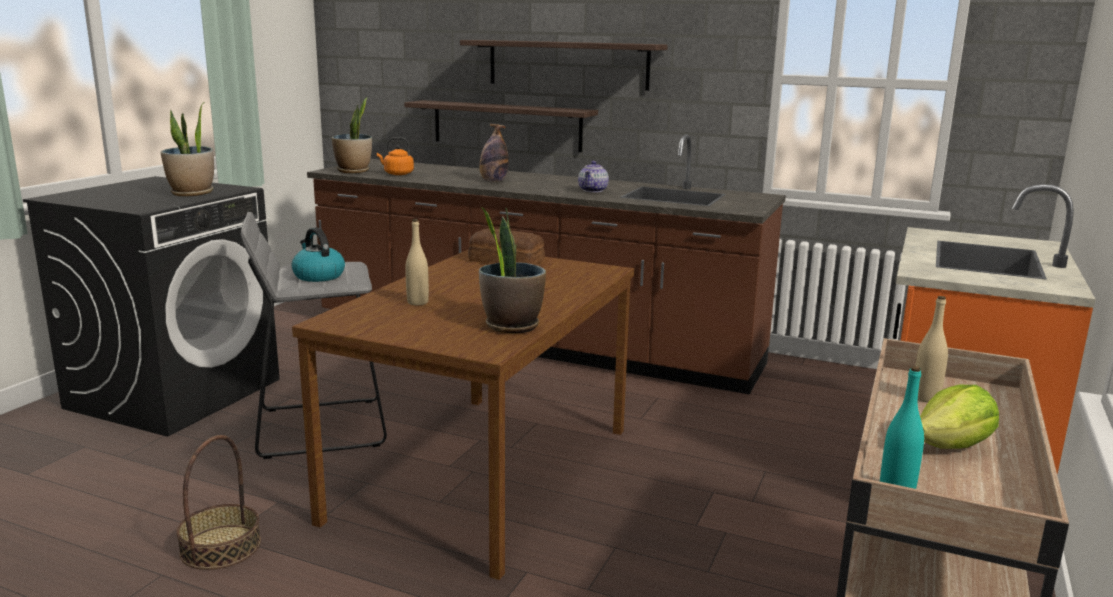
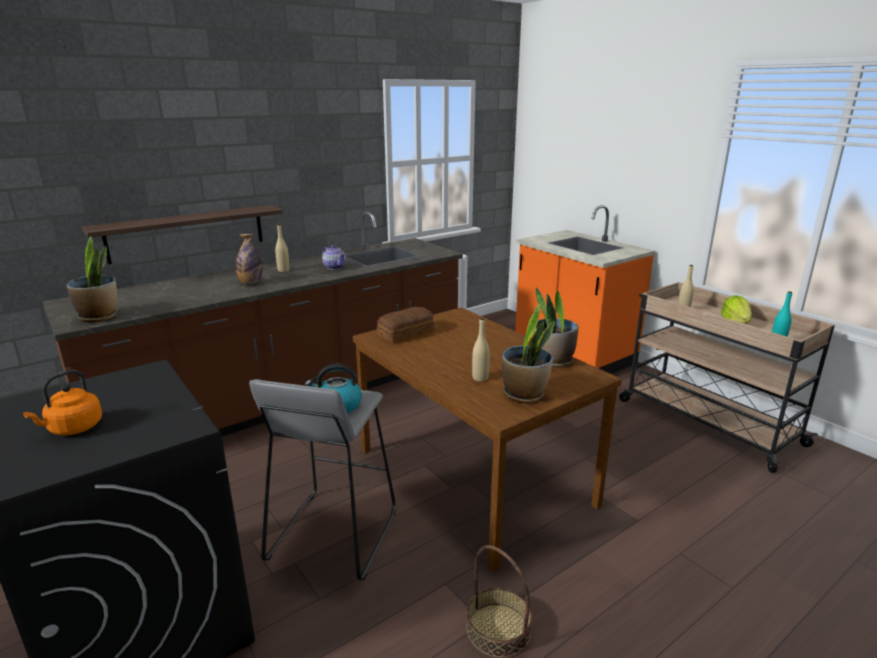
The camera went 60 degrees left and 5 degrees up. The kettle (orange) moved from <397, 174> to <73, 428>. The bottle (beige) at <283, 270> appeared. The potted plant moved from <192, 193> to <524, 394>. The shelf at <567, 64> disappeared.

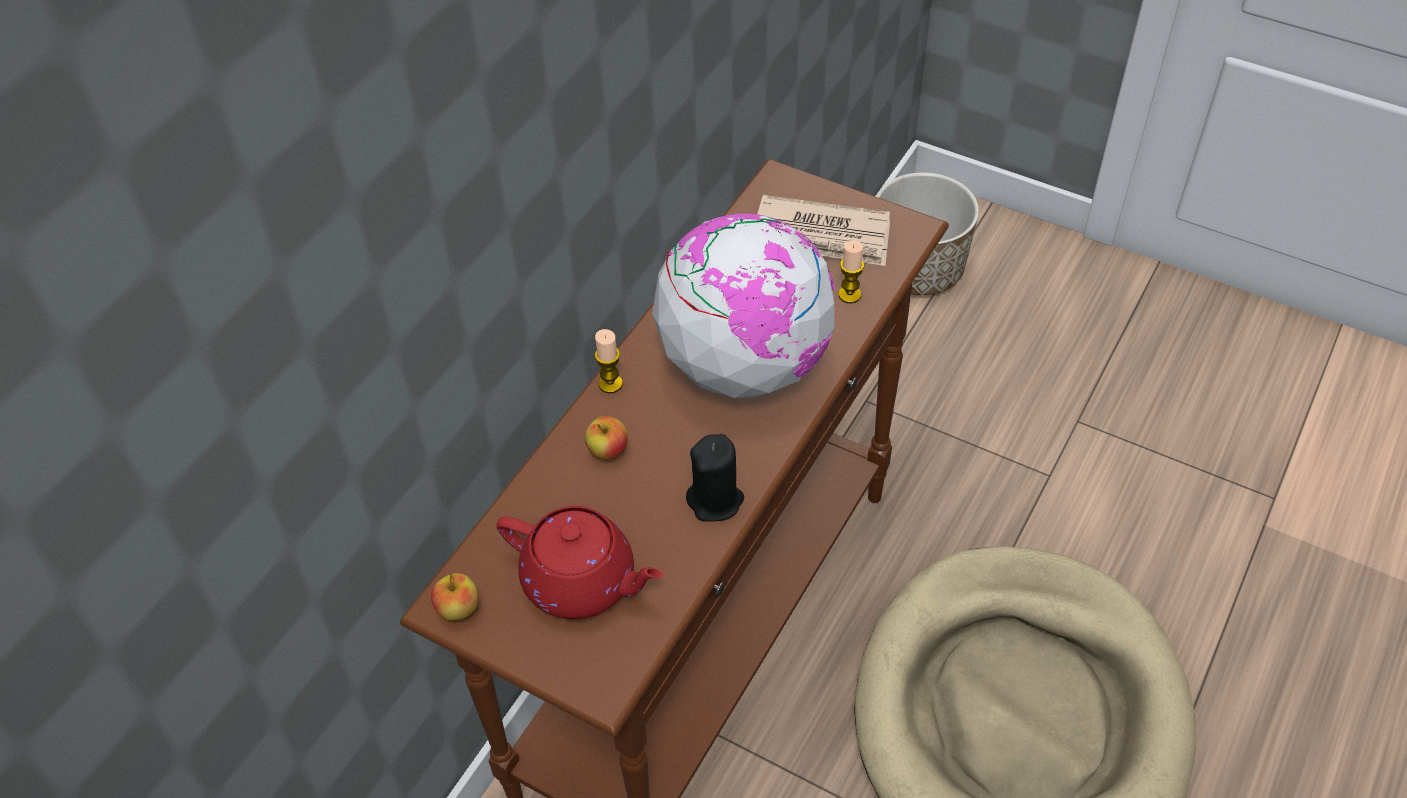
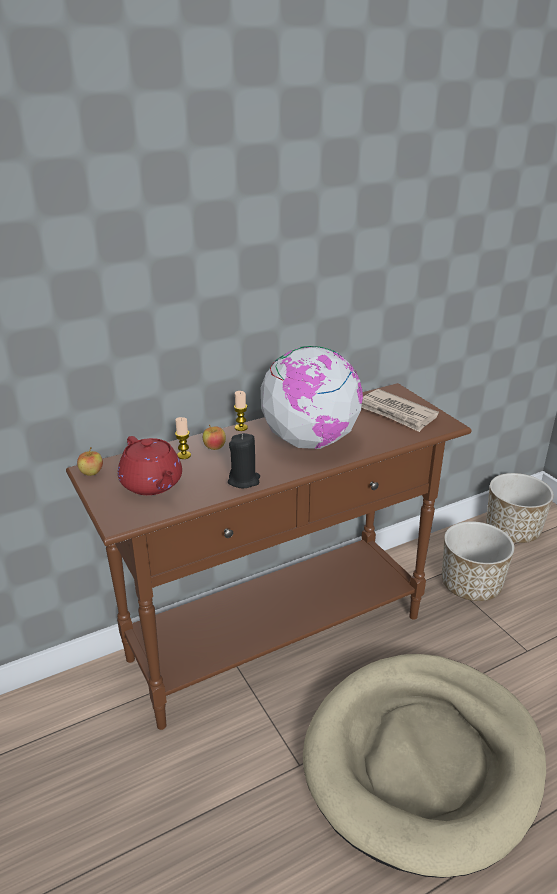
The camera went 30 degrees right and 20 degrees down. The candle moved from <849, 295> to <184, 455>. The planter at <471, 585> appeared.

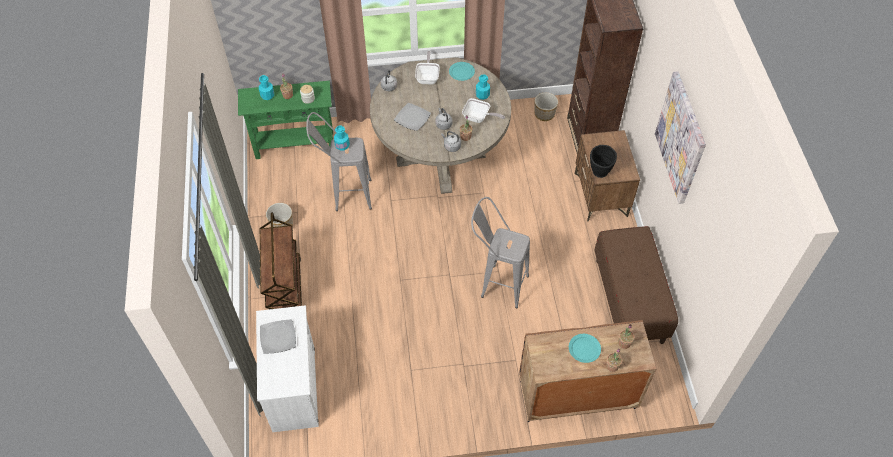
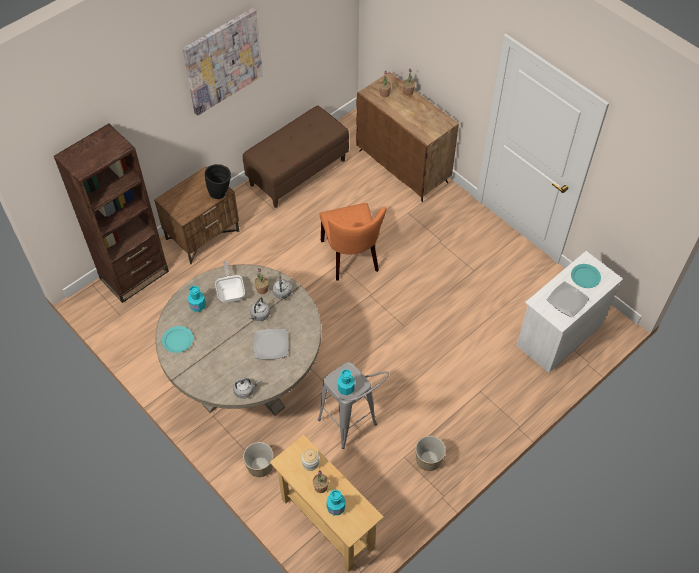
The camera went 125 degrees left and 0 degrees up. The planter moved from <544, 114> to <259, 465>. The console table (green) at <294, 145> became the console table (beige) at <327, 523>. The stool (grey) at <497, 284> was replaced by the chair (orange) at <351, 258>. The plate (turquoise) moved from <584, 349> to <585, 277>. The cart (brown) at <285, 290> disappeared. The frying pan at <428, 77> disappeared.

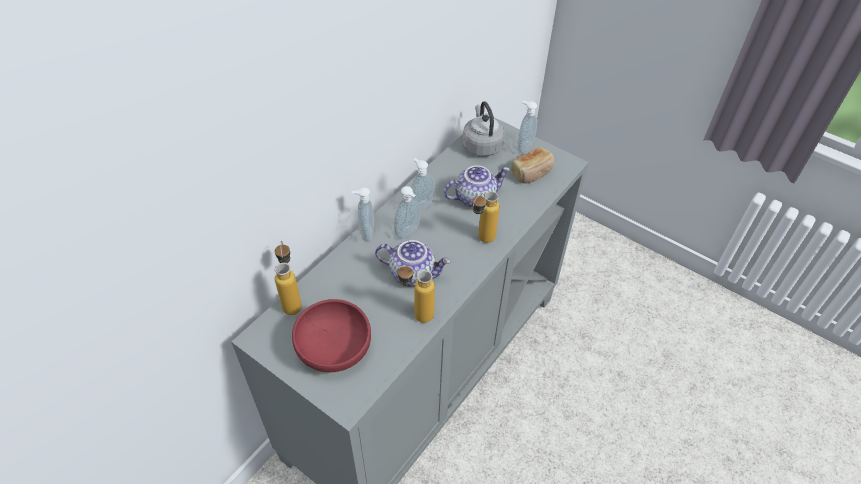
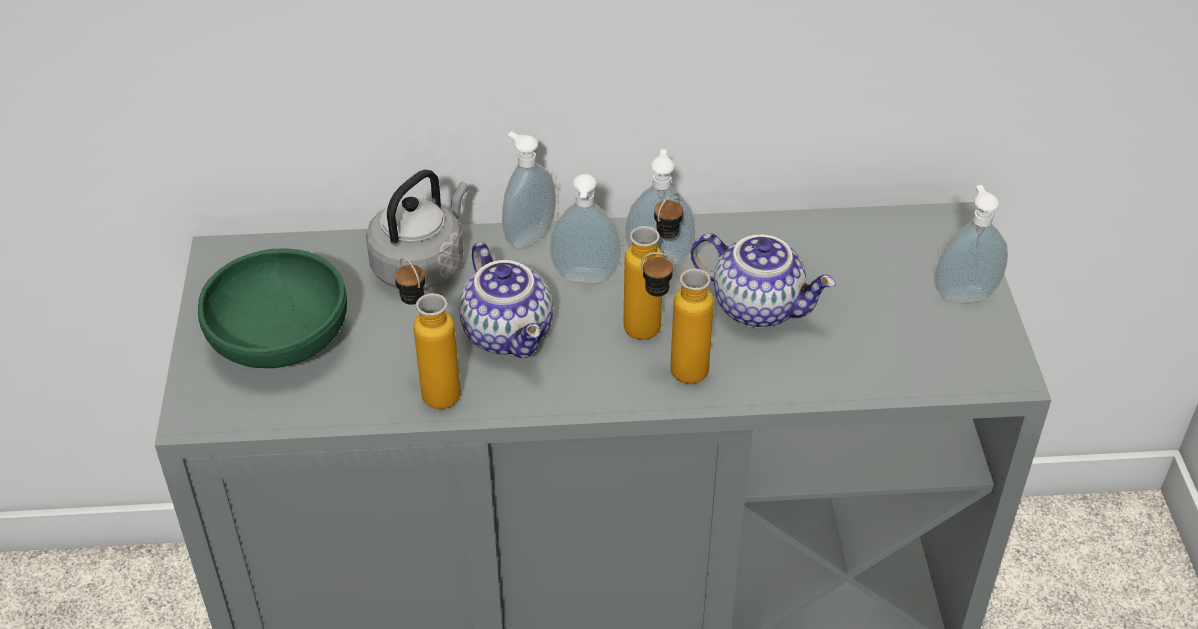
The camera went 50 degrees right and 5 degrees down. The bowl (red) at <334, 348> became the bowl (green) at <280, 339>. The kettle (grey) moved from <481, 145> to <421, 265>. The bottle moved from <292, 301> to <652, 320>. The bread at <532, 172> disappeared.

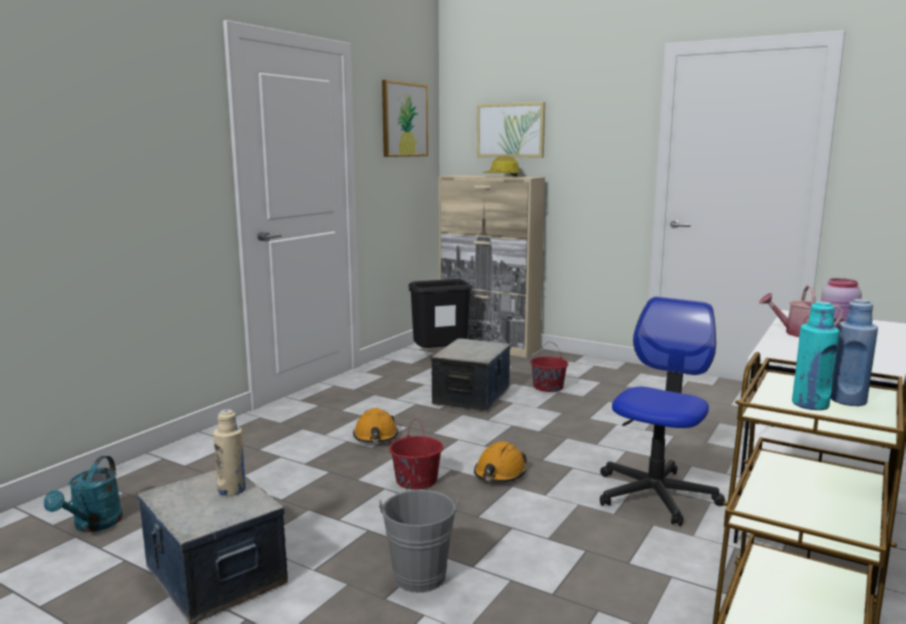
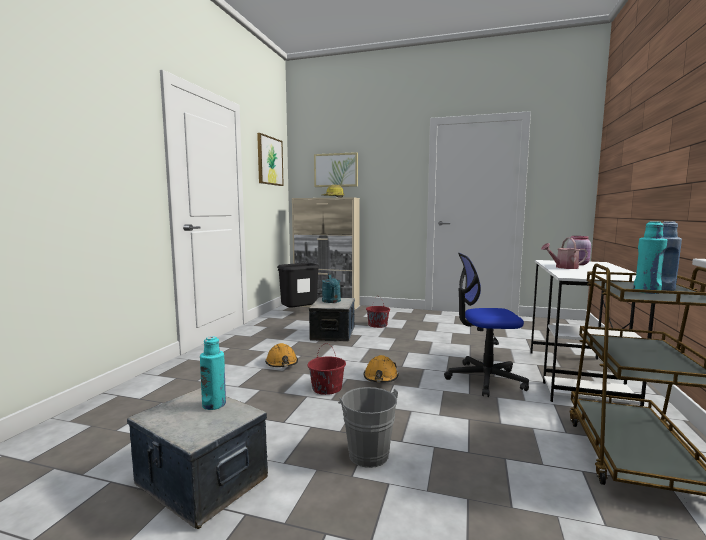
The camera went 15 degrees left and 5 degrees down. The bottle (beige) at <231, 490> became the bottle (turquoise) at <214, 405>. The watering can (turquoise) moved from <93, 525> to <332, 301>. The office chair at <655, 495> turned 105 degrees counterclockwise.

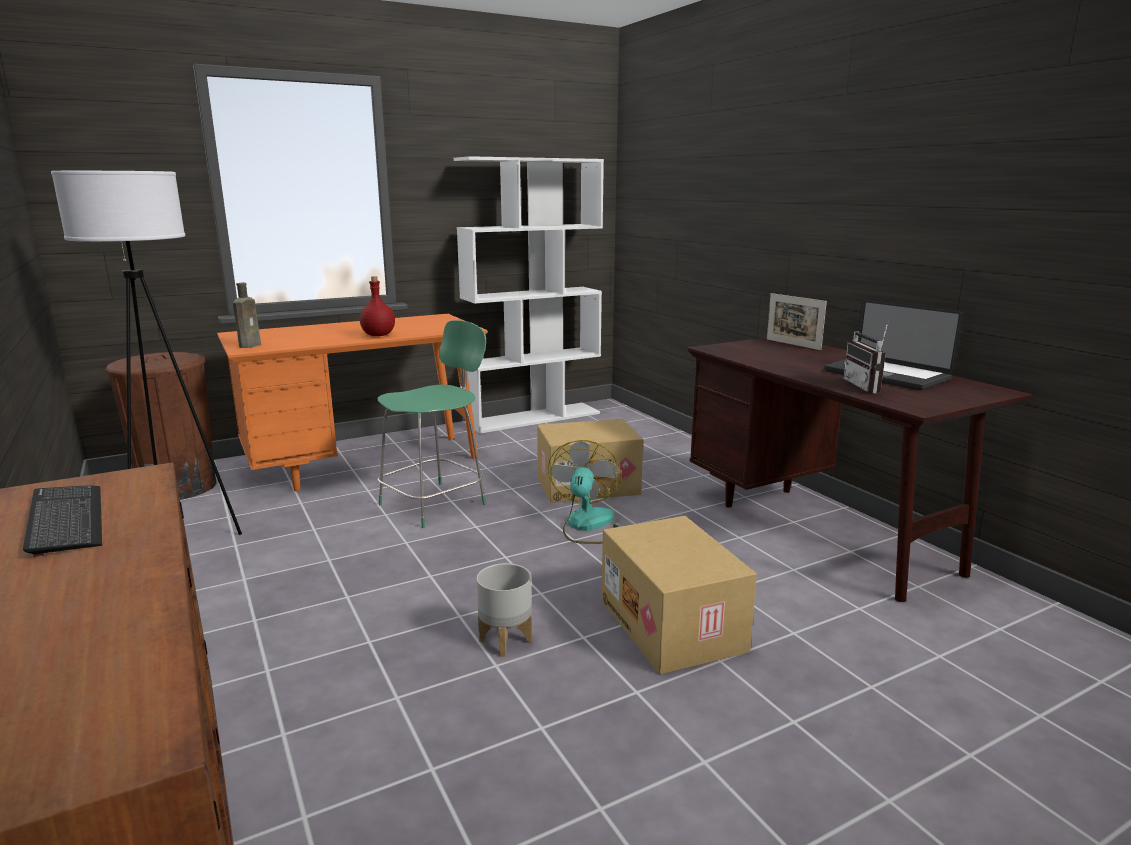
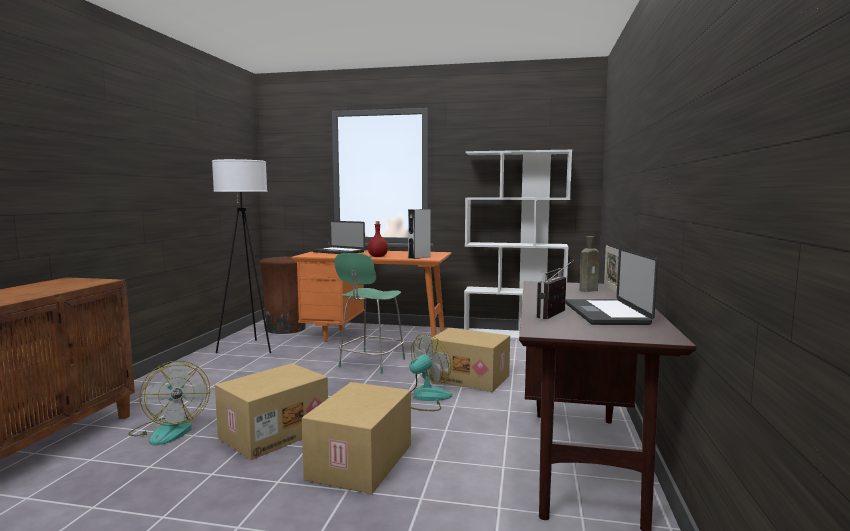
The camera went 40 degrees right and 10 degrees down. The fan at <169, 430> appeared. The planter (grey) at <505, 640> was replaced by the cardboard box at <274, 432>. The laptop at <338, 252> appeared. The chair (green) at <435, 503> turned 120 degrees clockwise. The speaker (grey) at <419, 257> appeared. The bottle (brown) moved from <251, 345> to <589, 290>. The keyboard at <67, 520> disappeared.

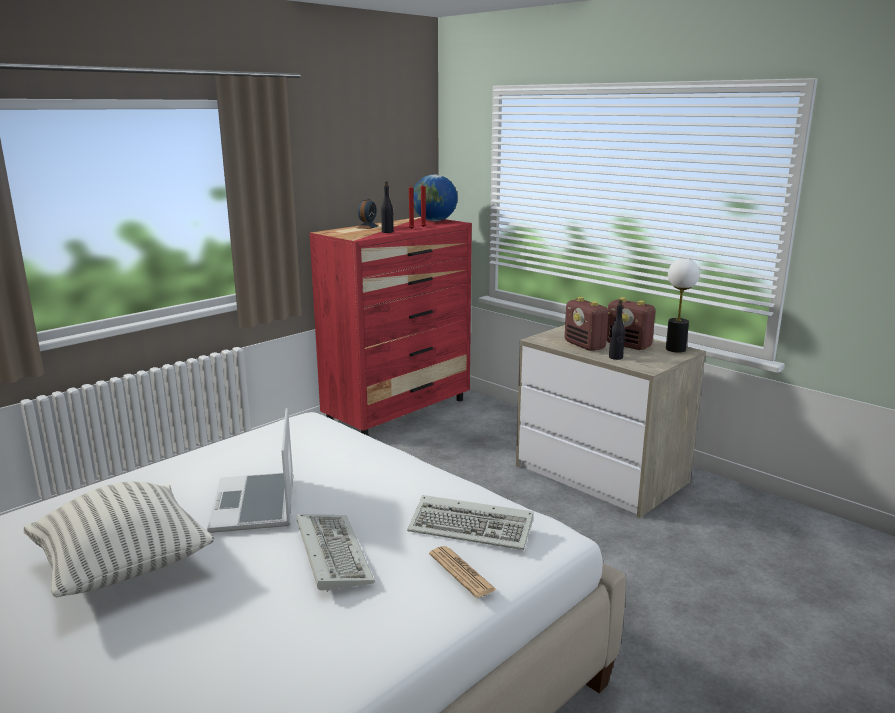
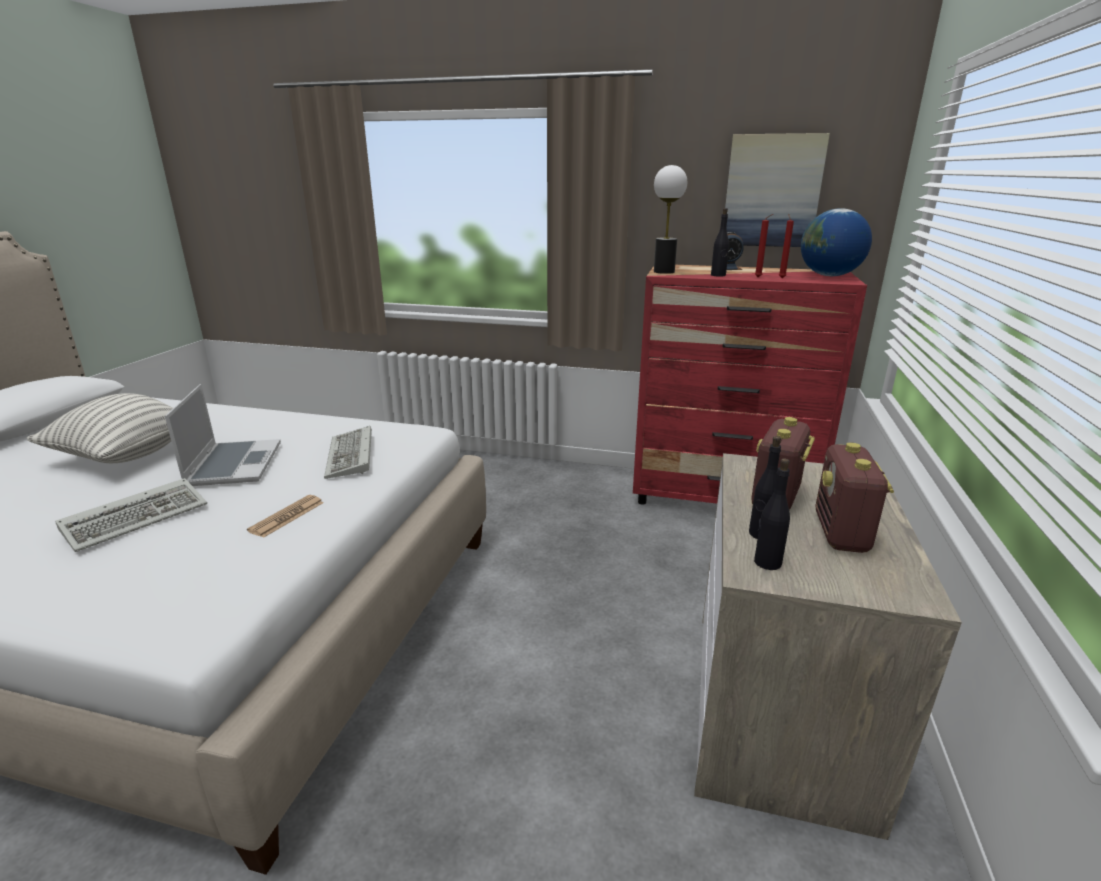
The camera went 60 degrees right and 5 degrees up. The laptop at <256, 505> turned 120 degrees clockwise. The newspaper moved from <461, 572> to <287, 517>. The keyboard moved from <474, 527> to <351, 457>. The table lamp moved from <675, 349> to <664, 272>. The picture at <772, 191> appeared. The bottle (black) at <767, 562> appeared.

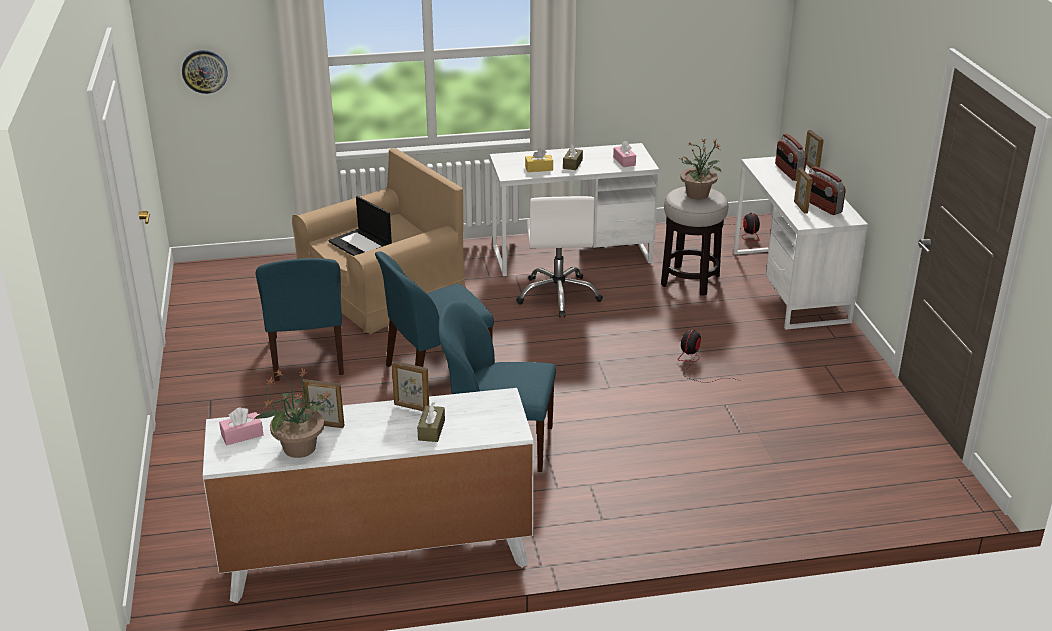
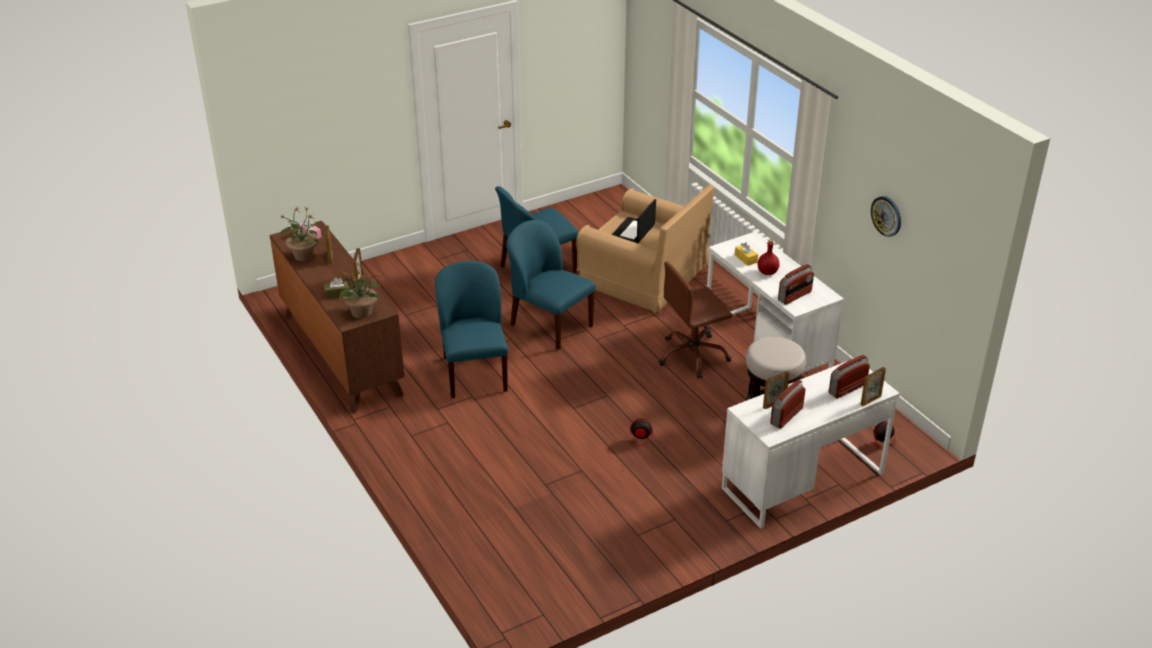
The camera went 70 degrees right and 5 degrees up. The dresser (white) at <377, 555> became the dresser (brown) at <341, 354>. The potted plant moved from <698, 194> to <362, 313>. The office chair (white) at <559, 295> became the office chair (brown) at <693, 356>. The tissue box (brown) at <572, 164> was replaced by the bottle (red) at <767, 272>. The tissue box (pink) at <624, 161> was replaced by the radio at <795, 296>. The wall clock moved from <204, 71> to <886, 216>.

